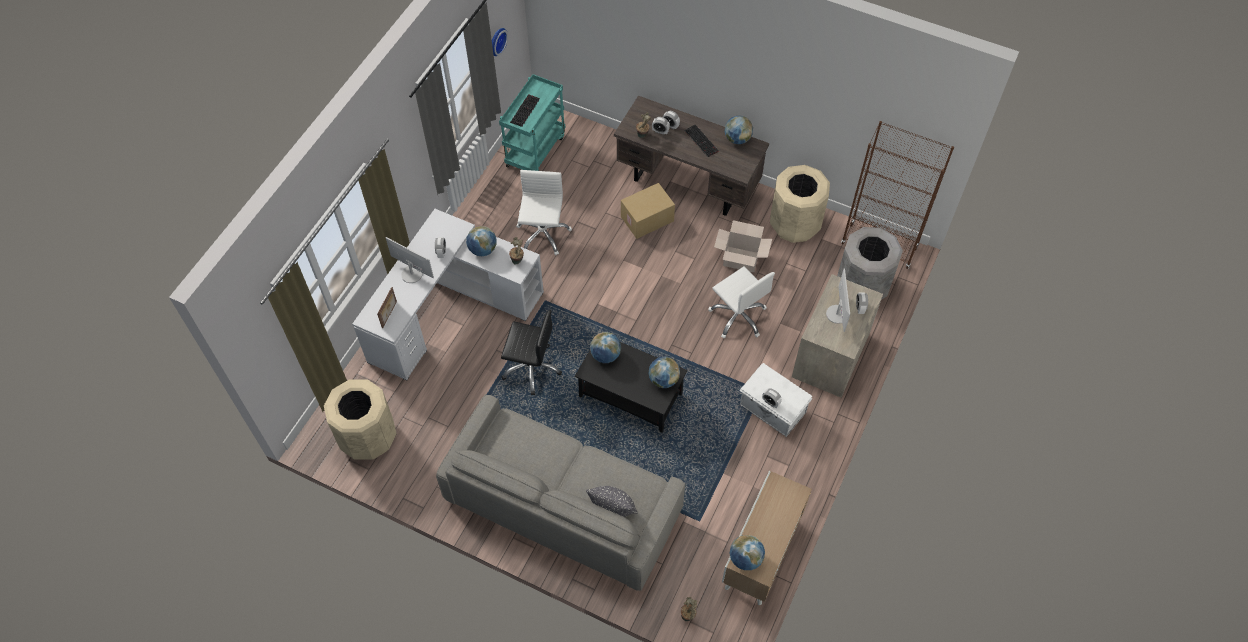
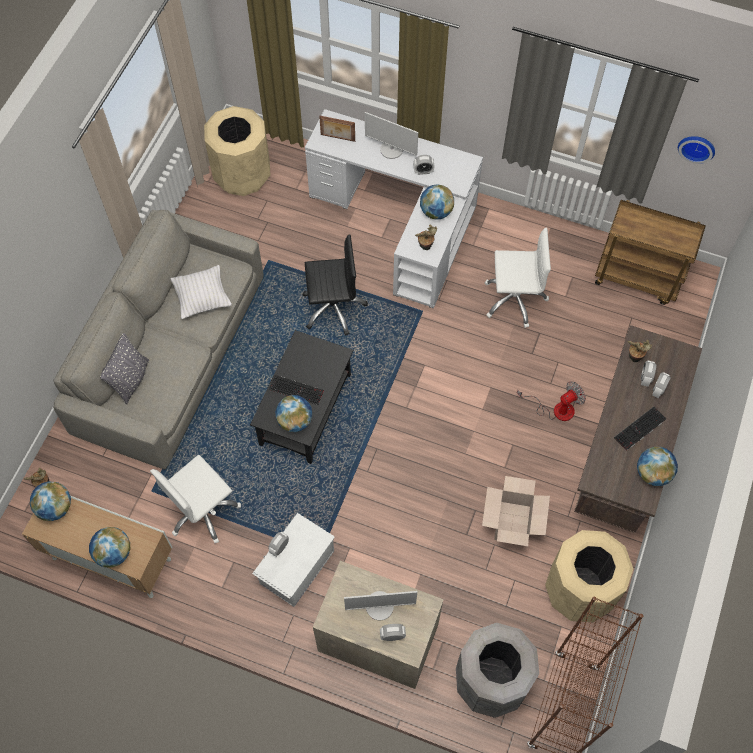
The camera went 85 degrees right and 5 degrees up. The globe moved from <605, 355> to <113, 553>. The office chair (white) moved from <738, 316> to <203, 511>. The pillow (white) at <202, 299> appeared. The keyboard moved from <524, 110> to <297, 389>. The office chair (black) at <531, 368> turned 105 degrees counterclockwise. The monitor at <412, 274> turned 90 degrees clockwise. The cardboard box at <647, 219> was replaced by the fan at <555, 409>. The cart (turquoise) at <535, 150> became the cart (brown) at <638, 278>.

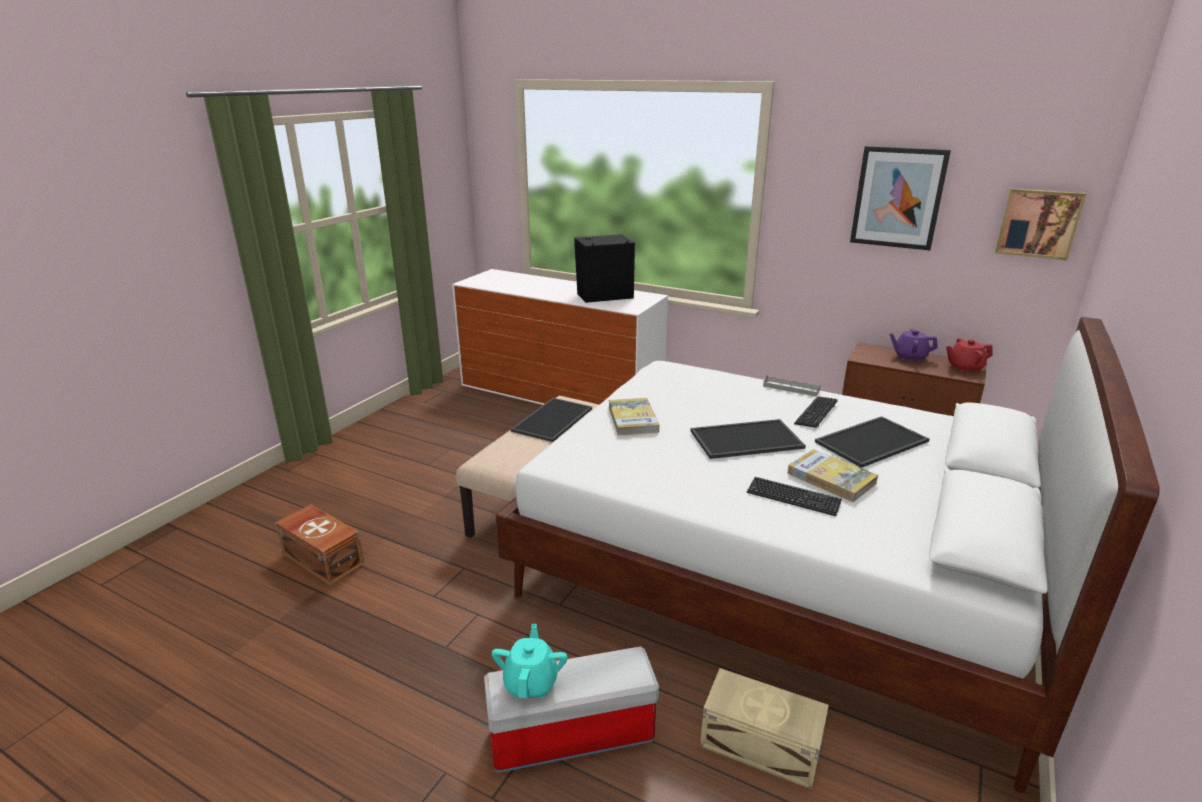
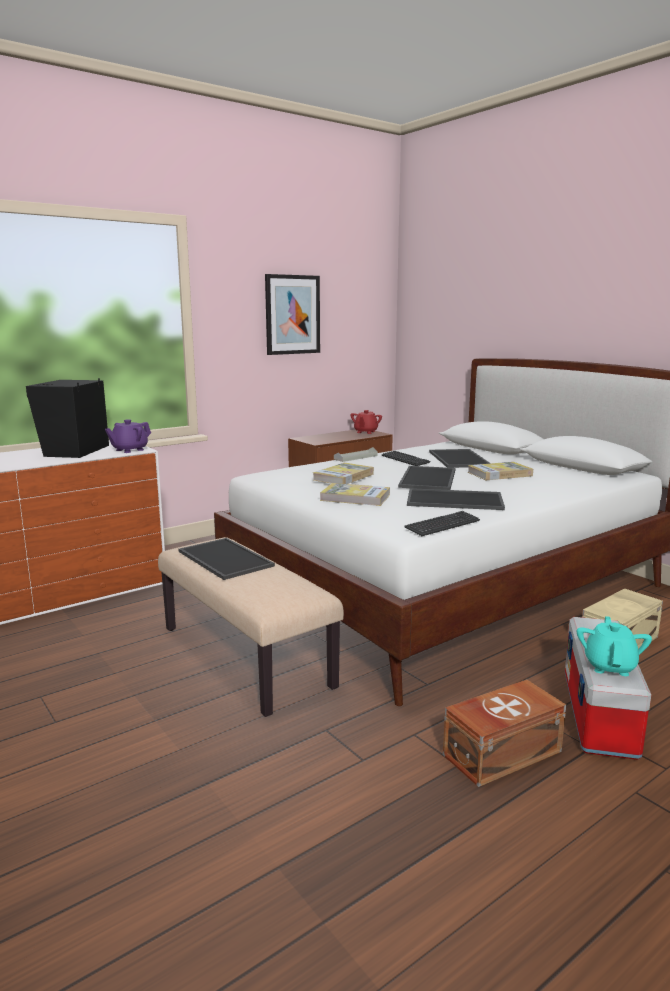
The camera went 65 degrees left and 10 degrees down. The teapot (purple) moved from <909, 357> to <129, 450>. The book at <343, 477> appeared. The keyboard moved from <793, 498> to <442, 525>. The tray at <455, 500> appeared. The storage box (brown) moved from <323, 558> to <499, 752>. The teapot (turquoise) at <531, 682> turned 75 degrees clockwise. The picture at <1038, 223> disappeared.

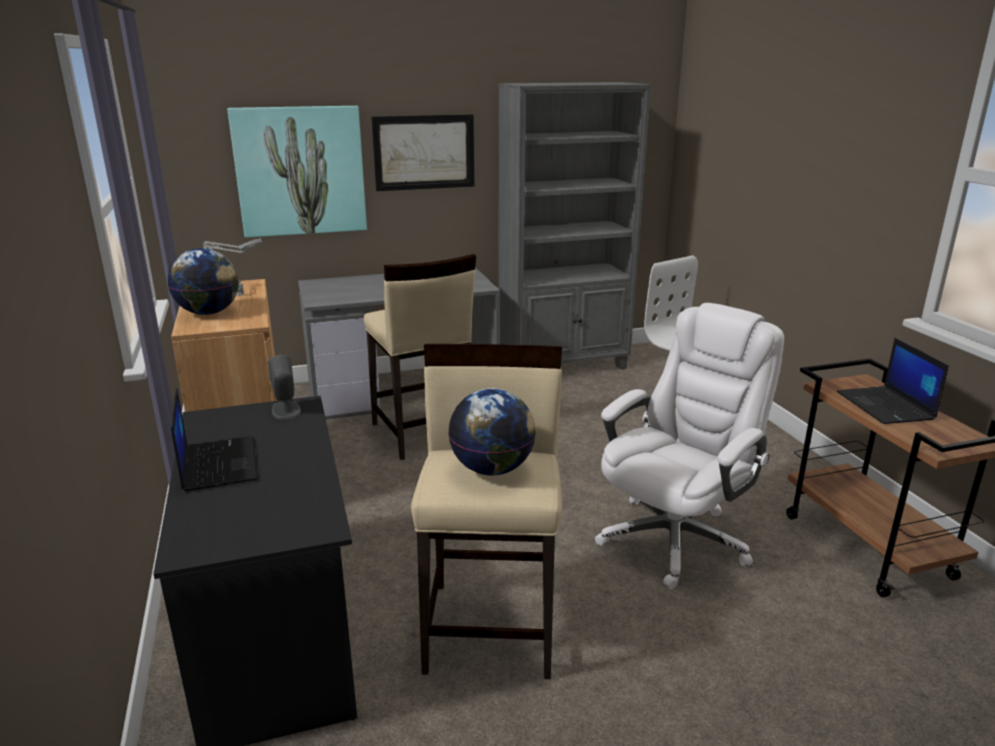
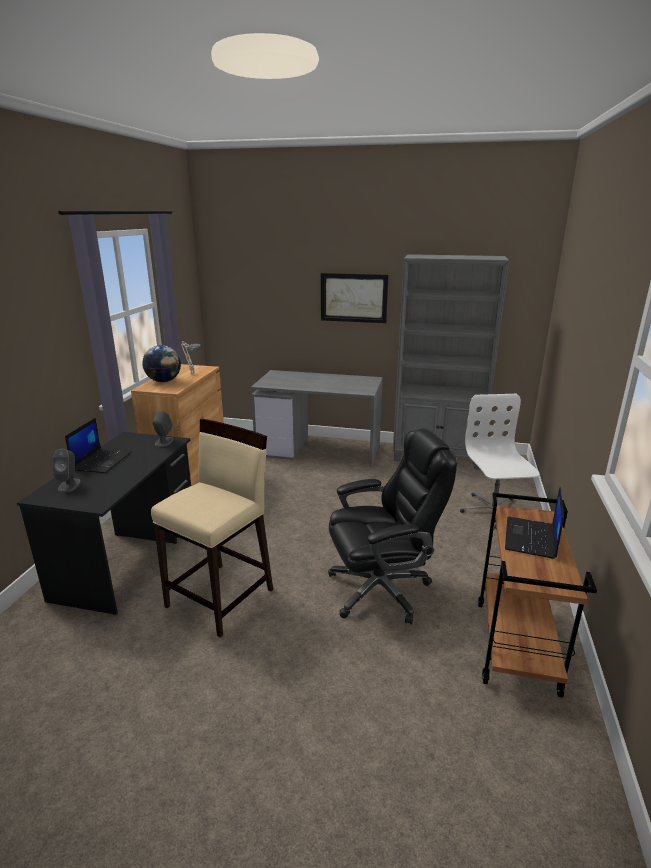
The camera went 30 degrees right and 0 degrees up. The speaker (grey) at <69, 485> appeared. The office chair (white) at <675, 538> became the office chair (black) at <381, 589>. The picture at <300, 171> disappeared. The stool (beige) at <423, 433> disappeared. The globe at <492, 469> disappeared.

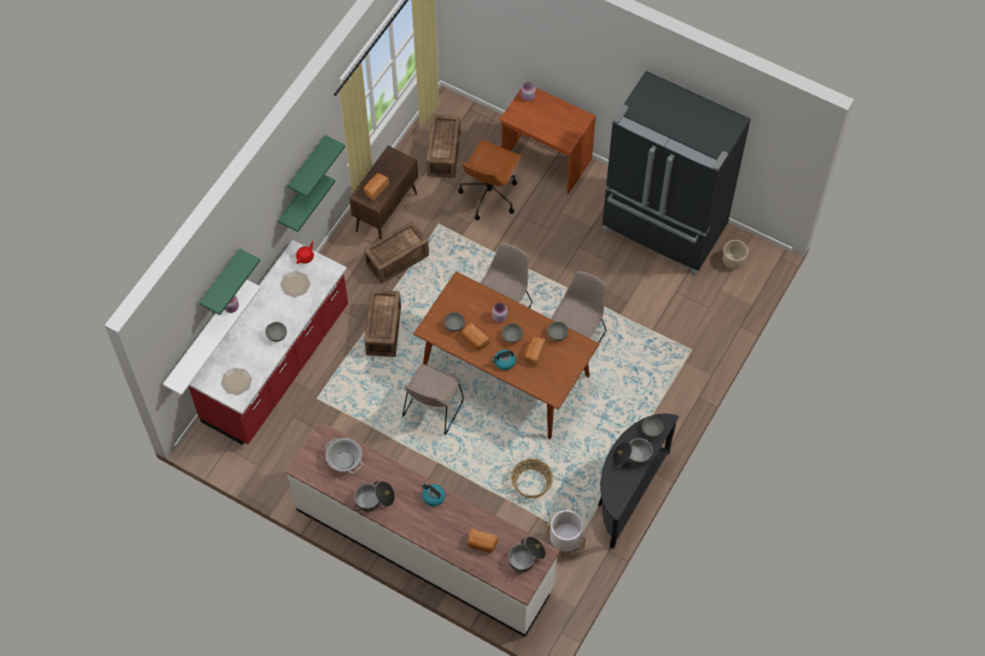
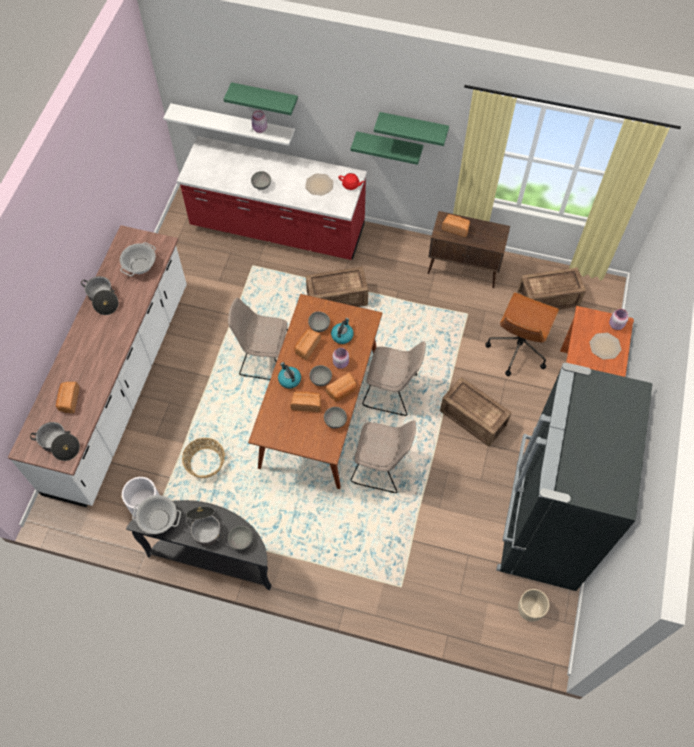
The camera went 75 degrees right and 0 degrees up. The cooking pot at <159, 519> appeared. The bread at <342, 391> appeared. The kettle moved from <433, 497> to <342, 335>. The crate moved from <396, 259> to <473, 417>. The office chair (brown) at <489, 195> turned 75 degrees counterclockwise. The plate moved from <236, 382> to <604, 346>.

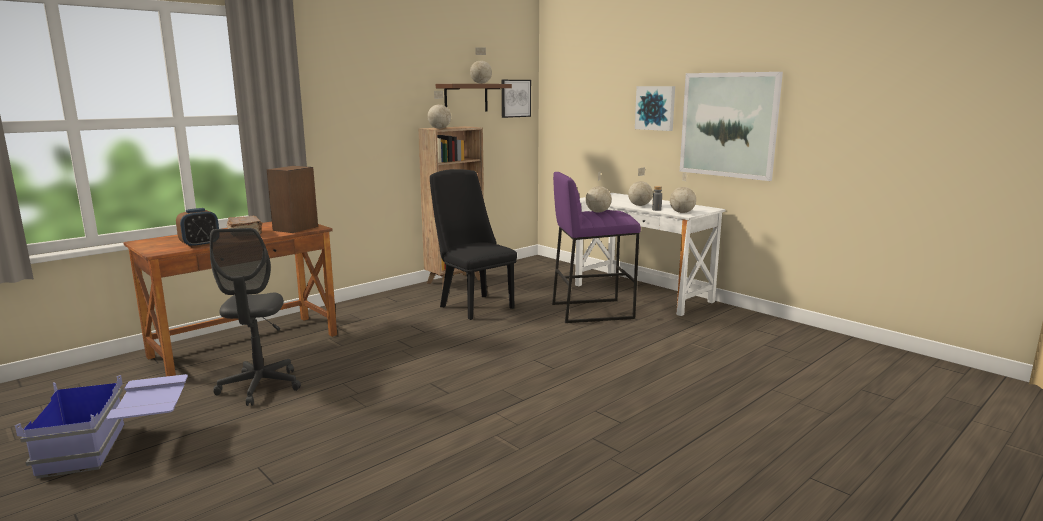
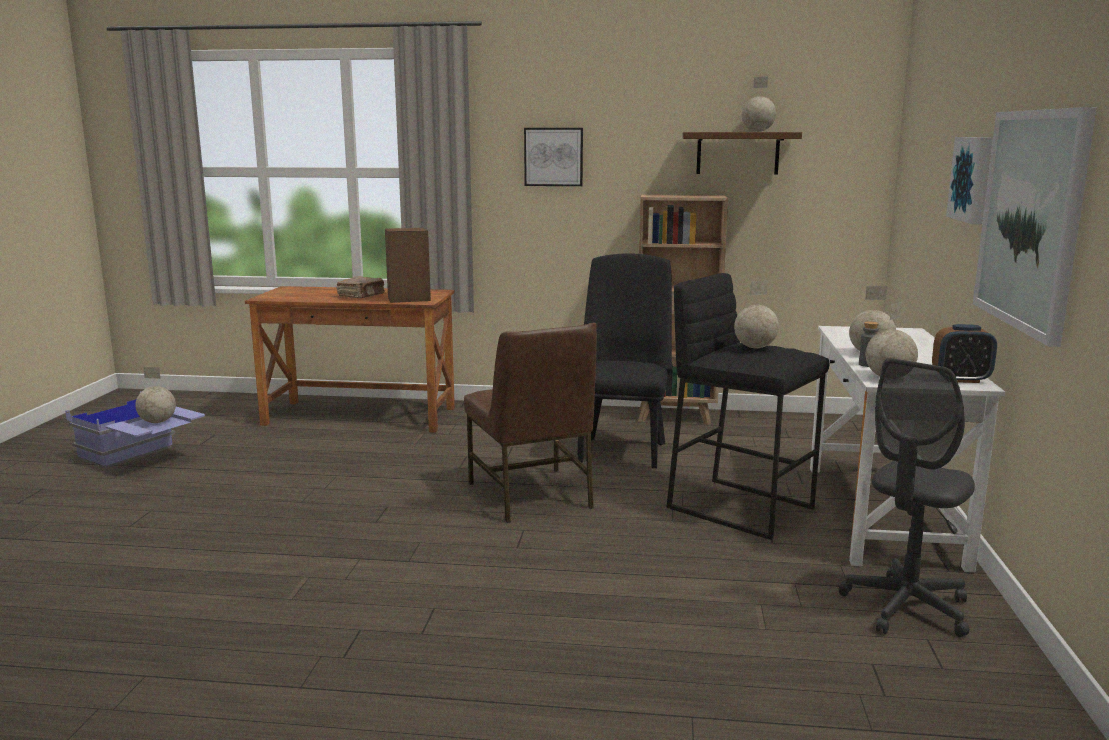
The camera went 50 degrees right and 0 degrees up. The globe moved from <439, 128> to <157, 422>. The chair (brown) at <531, 496> appeared. The picture moved from <515, 98> to <553, 157>. The stool (purple) at <592, 311> became the stool (black) at <741, 507>. The office chair (grey) moved from <260, 387> to <906, 608>. The alarm clock moved from <200, 245> to <960, 380>.

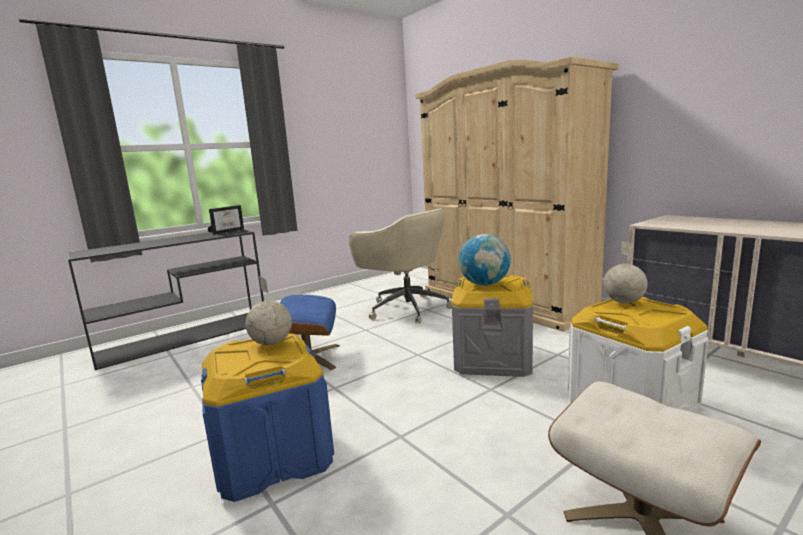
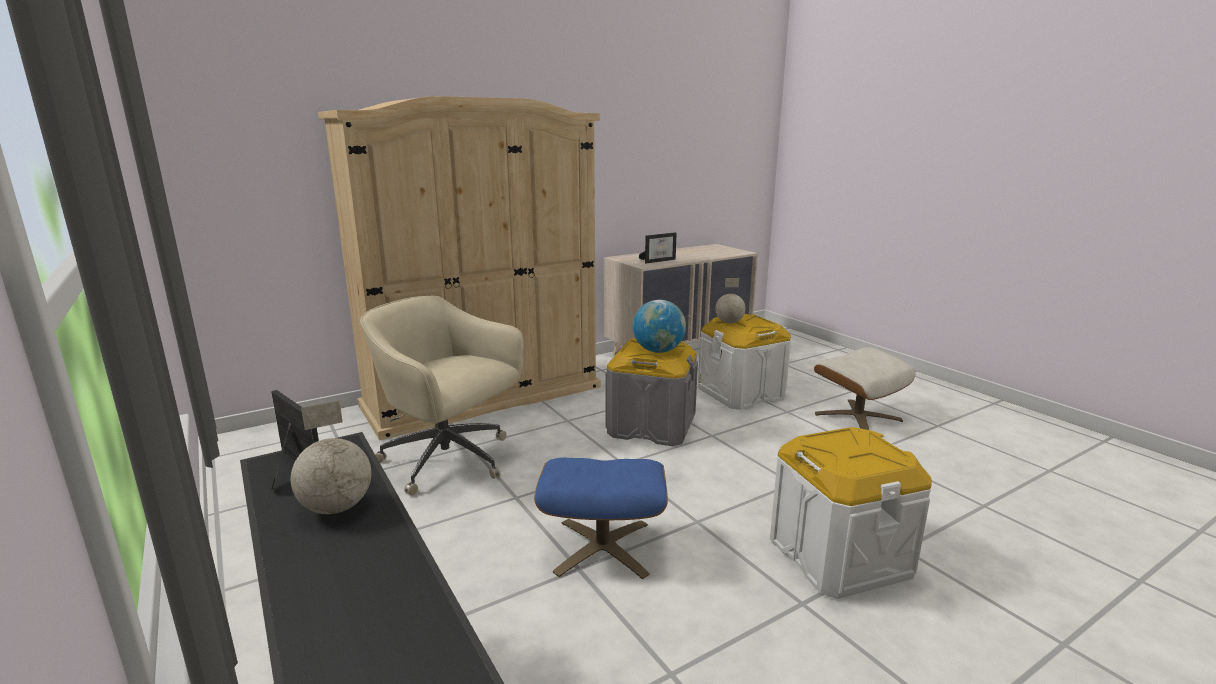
The camera went 85 degrees left and 5 degrees up. The globe moved from <272, 343> to <336, 507>. The office chair (beige) at <406, 308> turned 105 degrees counterclockwise. The picture frame at <658, 260> appeared. The storage box (blue) at <273, 456> became the storage box (white) at <838, 555>.

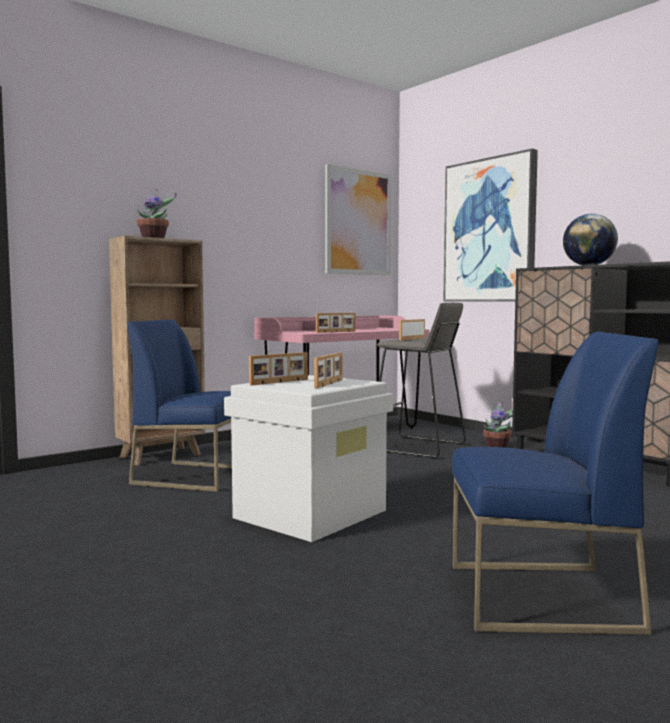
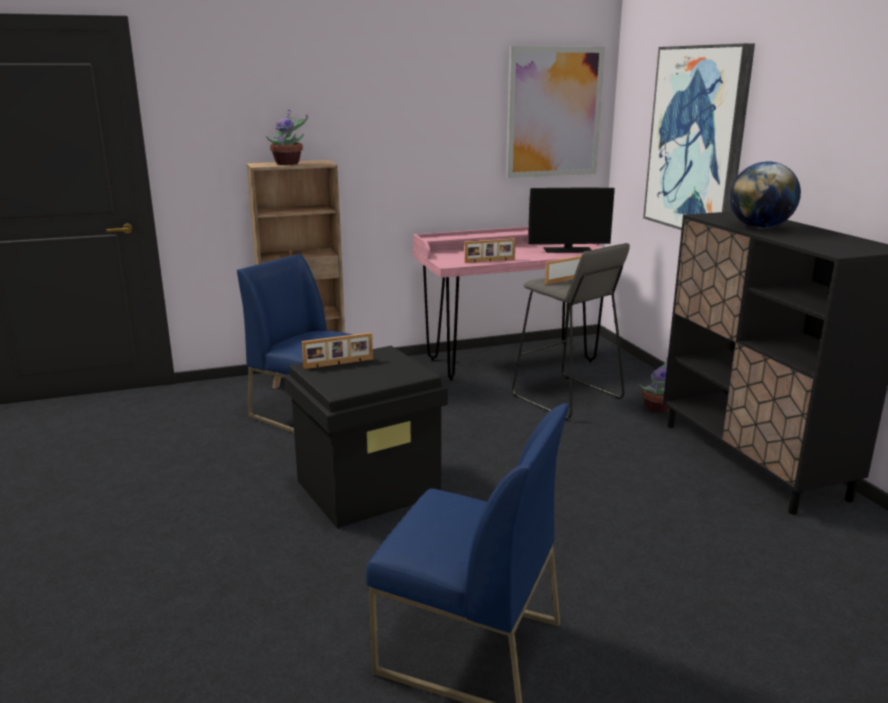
The camera went 20 degrees right and 15 degrees up. The storage box (white) at <311, 513> became the storage box (black) at <369, 487>. The monitor at <568, 250> appeared. The picture frame at <330, 383> disappeared.

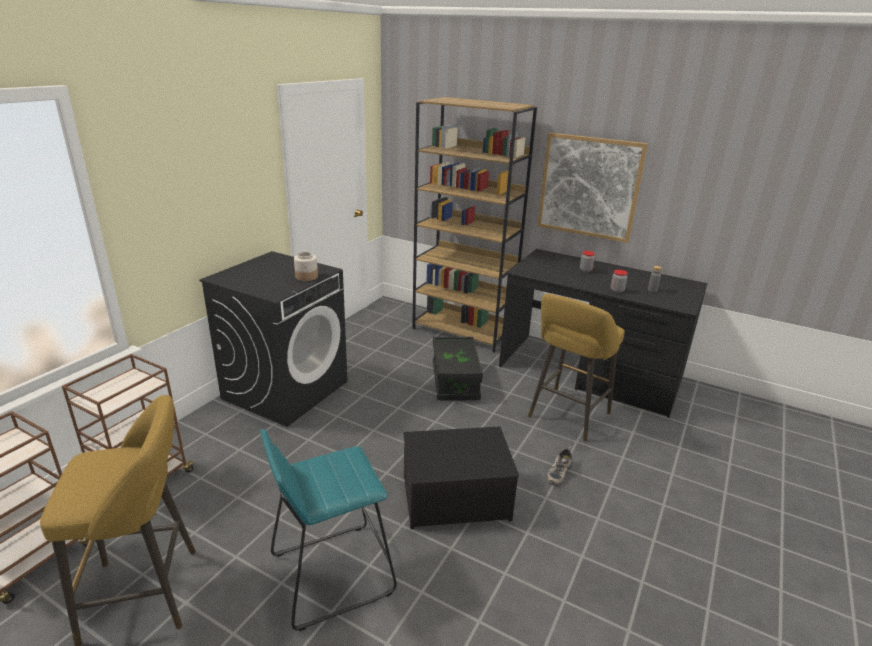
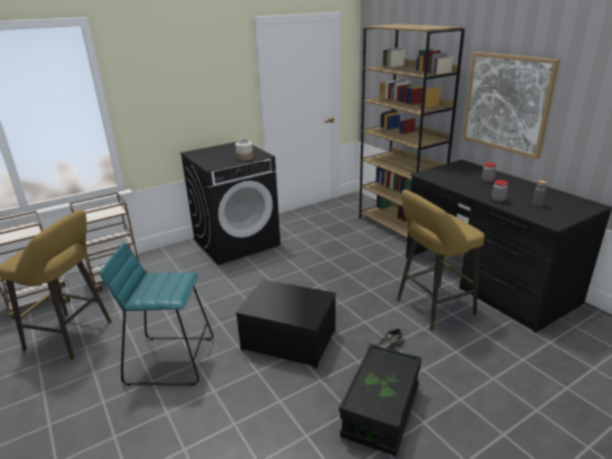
The camera went 30 degrees right and 0 degrees up. The storage box (black) moved from <455, 381> to <381, 411>.

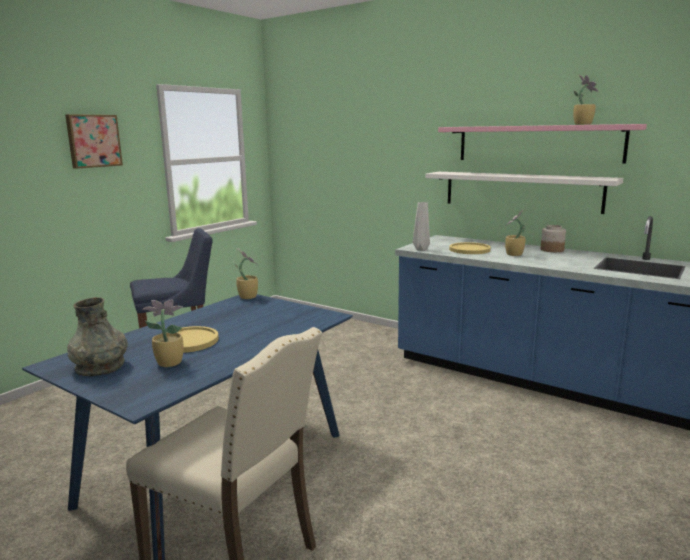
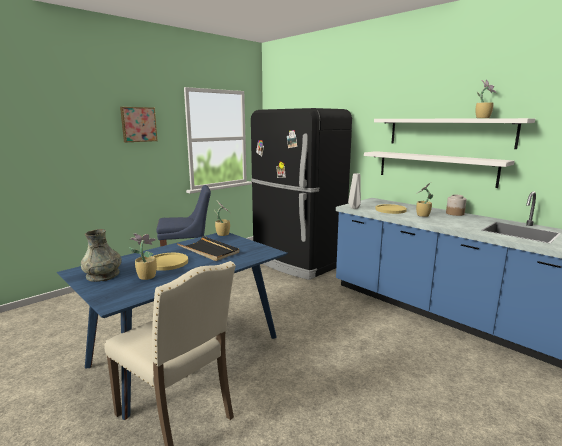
The camera went 10 degrees right and 0 degrees up. The tray (black) at <208, 250> appeared. The fridge (black) at <296, 262> appeared. The shelf (pink) at <538, 143> became the shelf (white) at <448, 132>.

